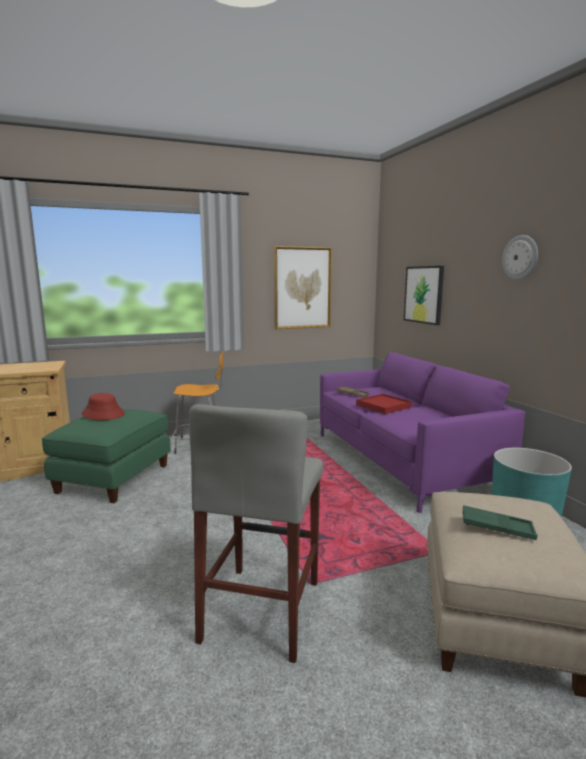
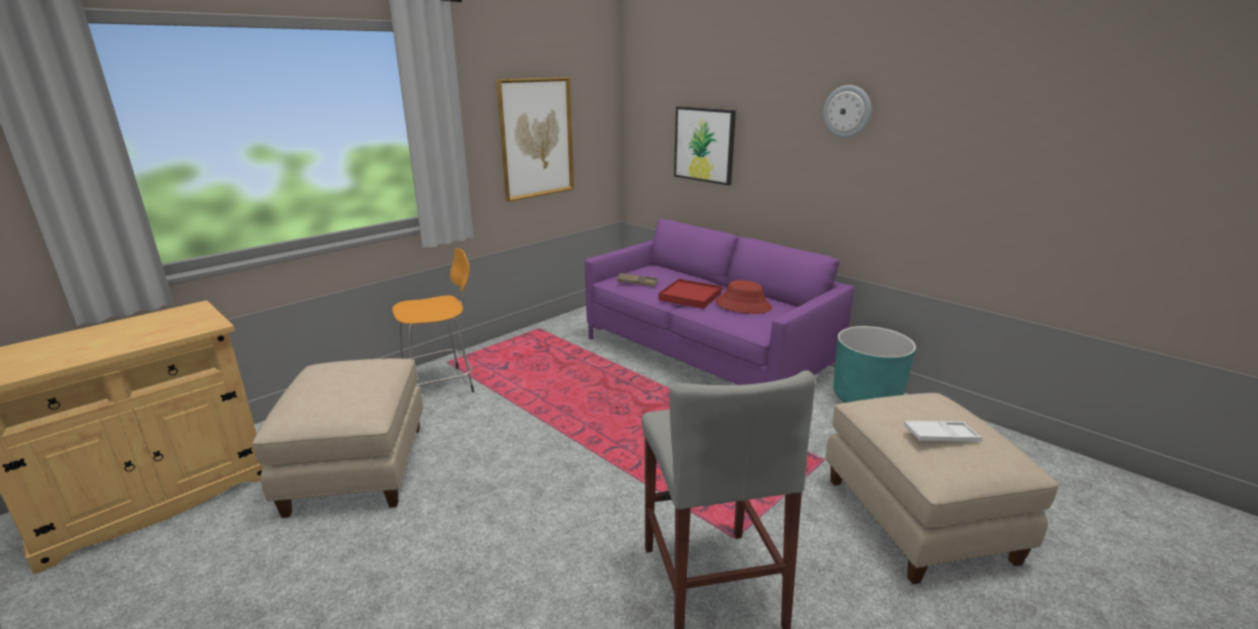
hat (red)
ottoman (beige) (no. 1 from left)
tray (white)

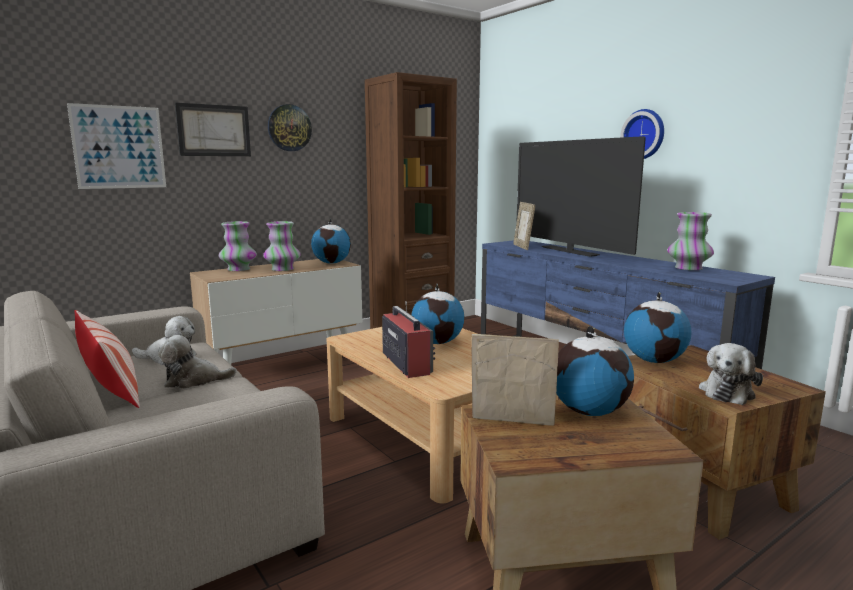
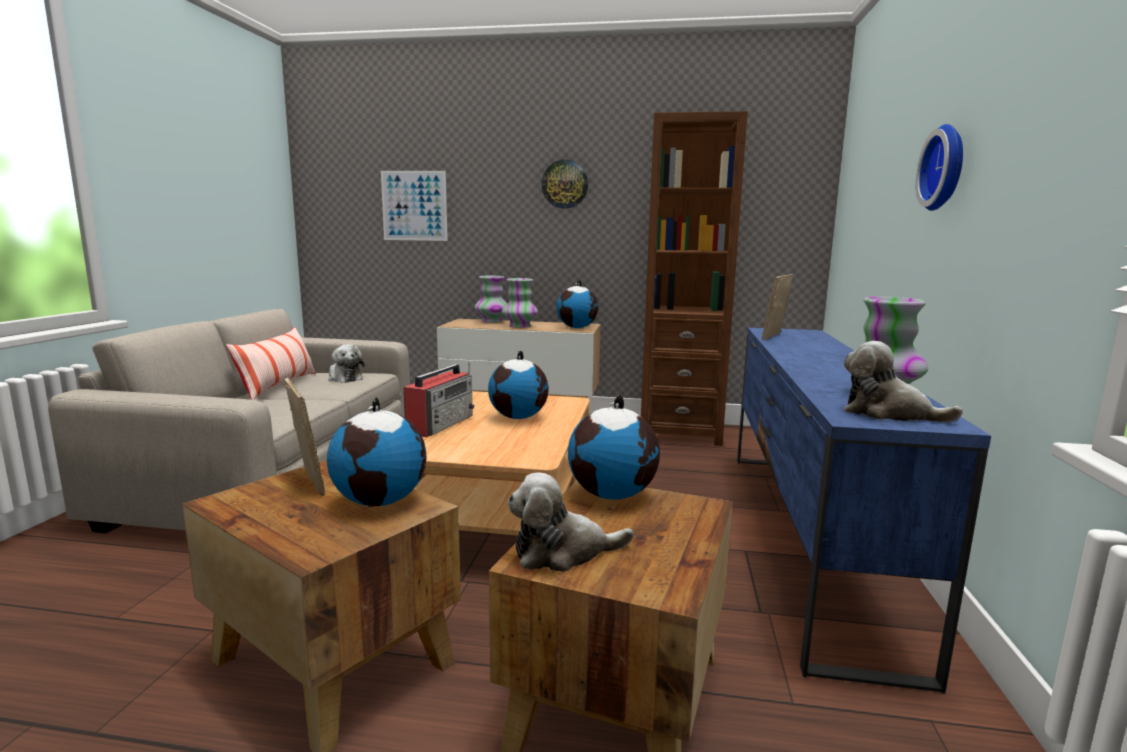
picture (no. 2 from left in the first image)
television
plush toy (no. 3 from left)

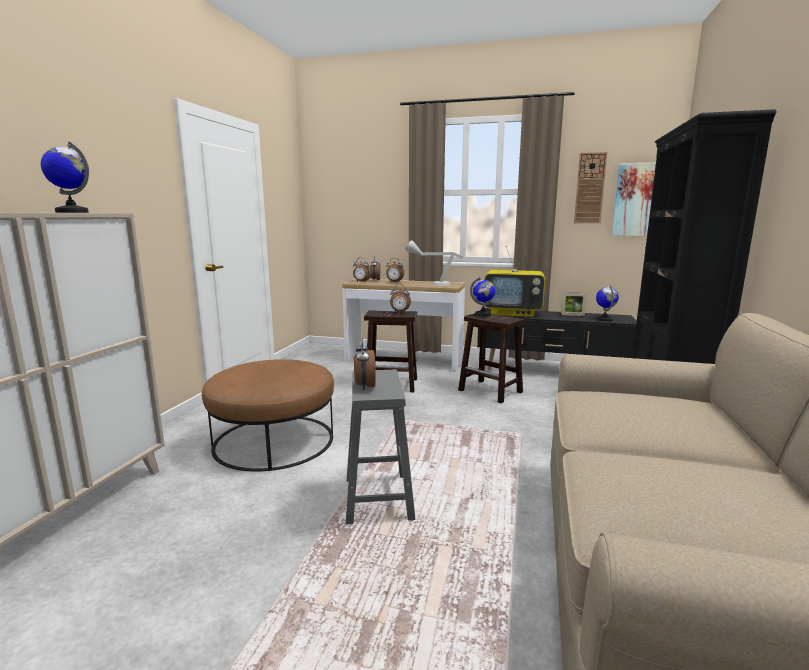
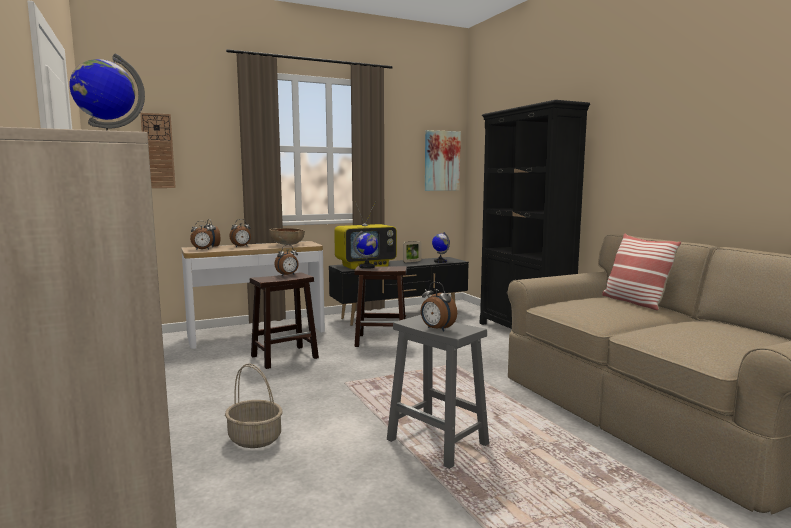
pillow
wall clock
basket
bowl (brown)

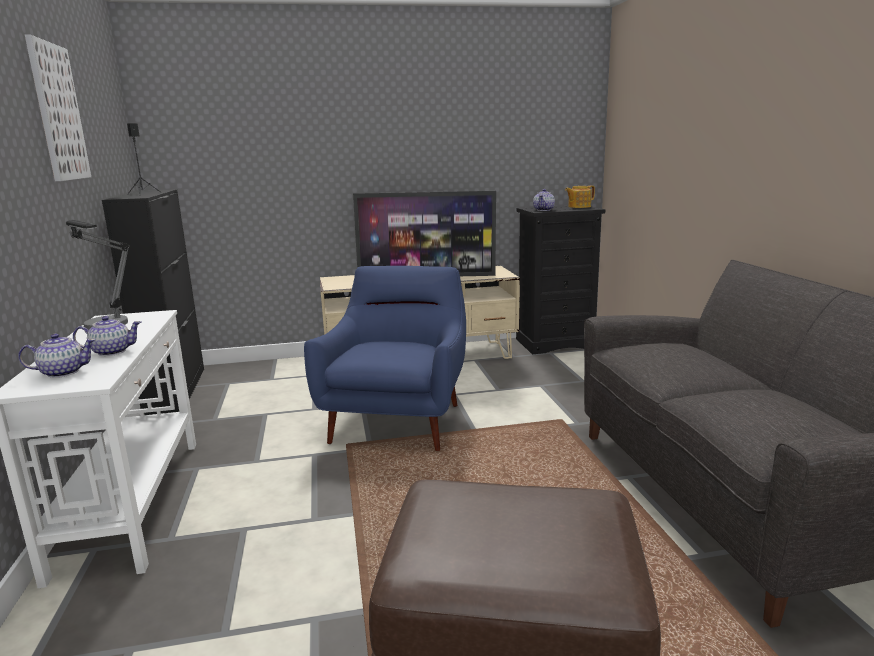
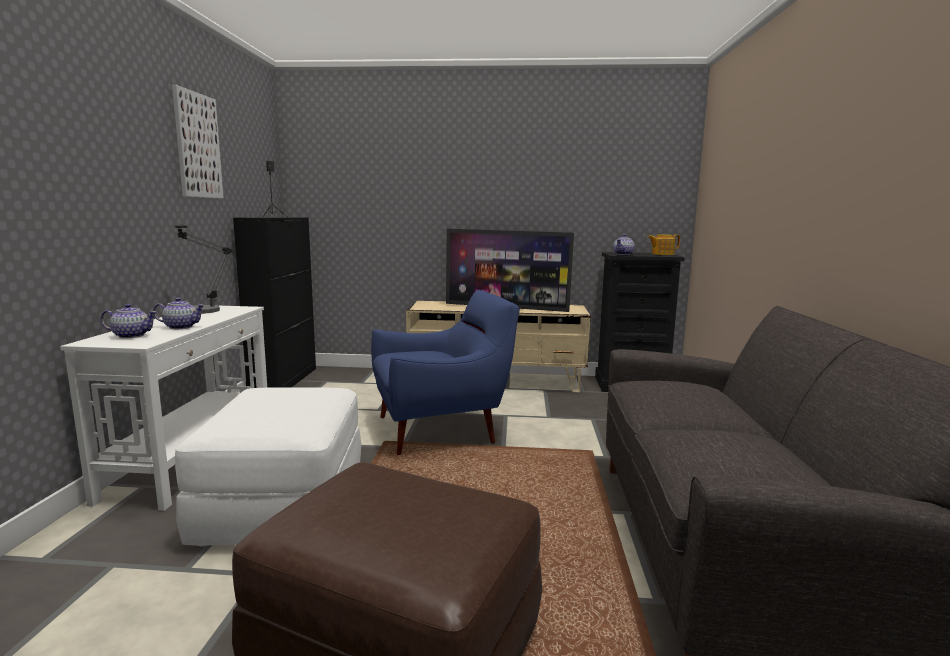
ottoman (white)
armchair (blue)

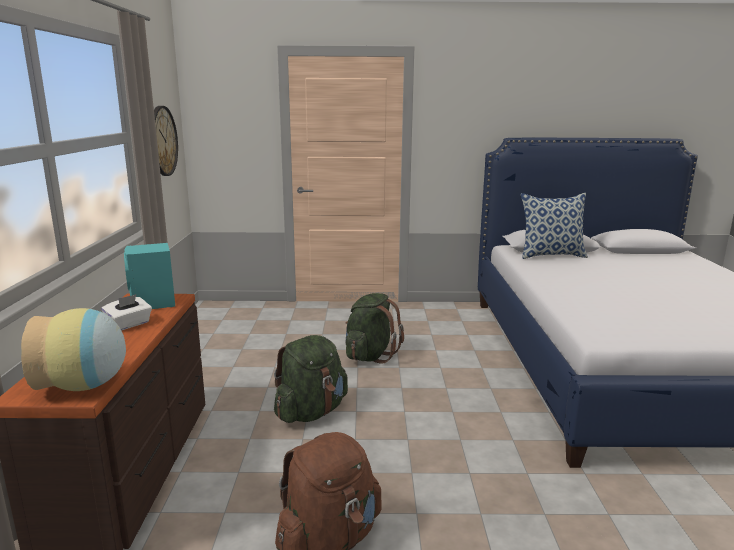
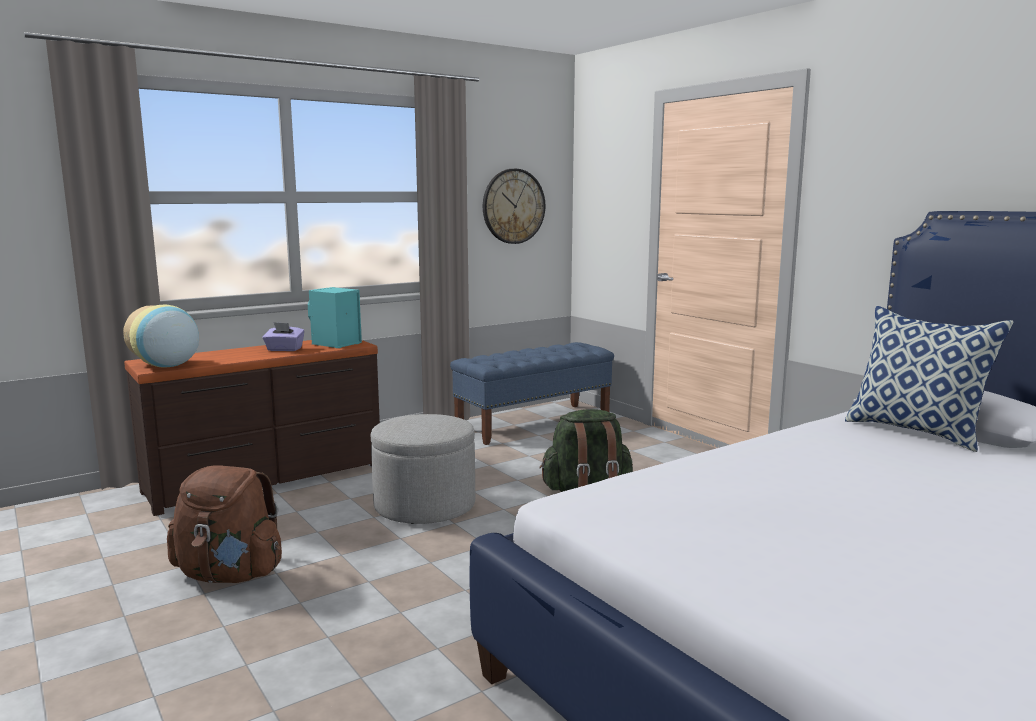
bench (blue)
ottoman (grey)
tissue box (purple)

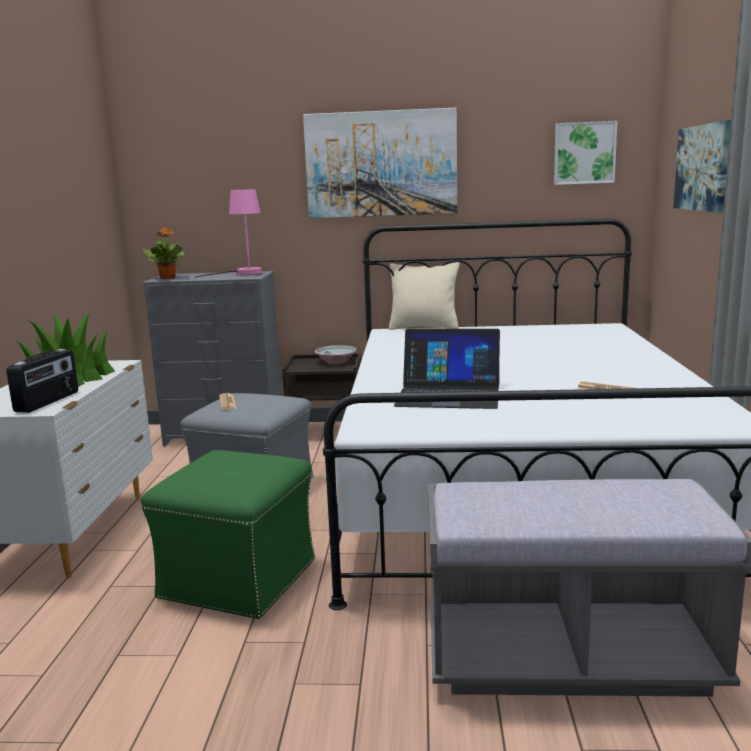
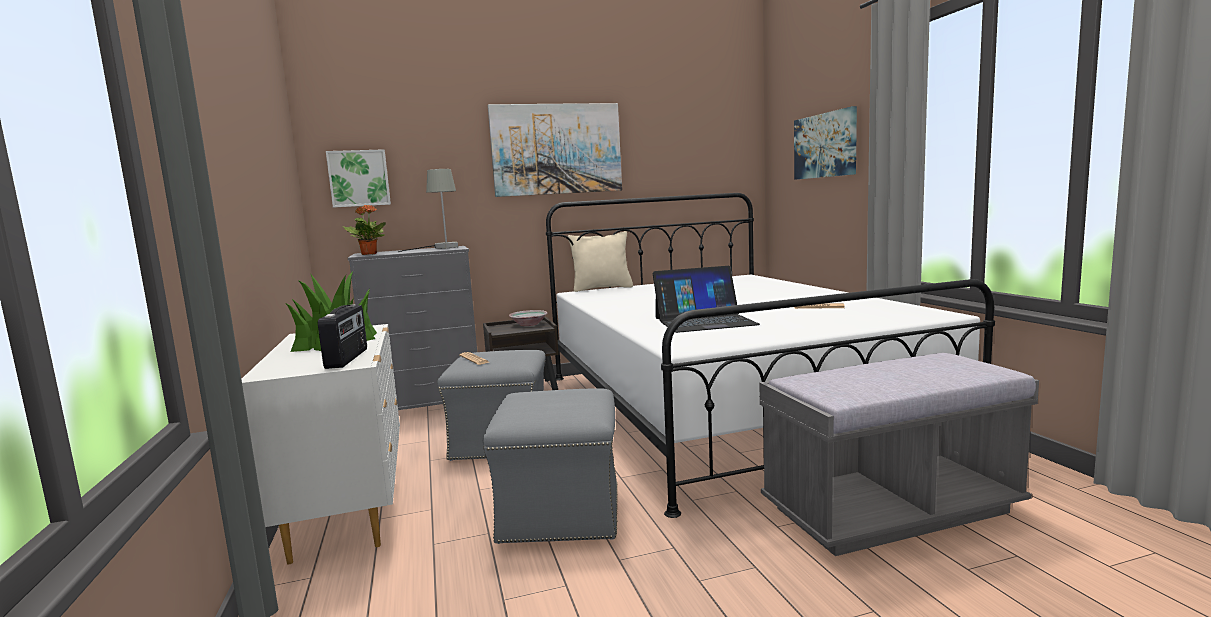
picture (no. 1 from left)
ottoman (grey) (no. 2 from left)
table lamp (grey)

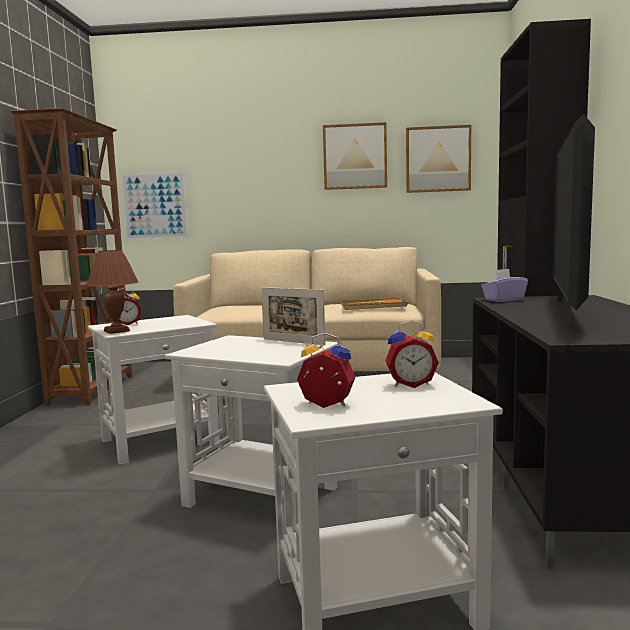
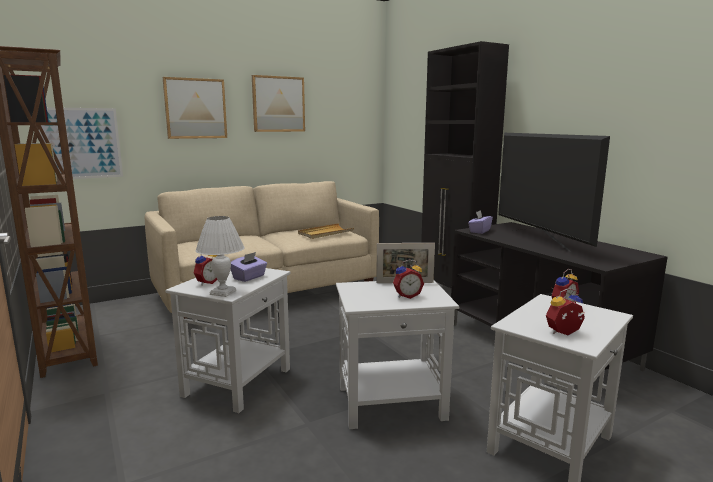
tissue box (purple) (no. 1 from left)
alarm clock (no. 2 from left)
picture (no. 2 from left)
table lamp (white)

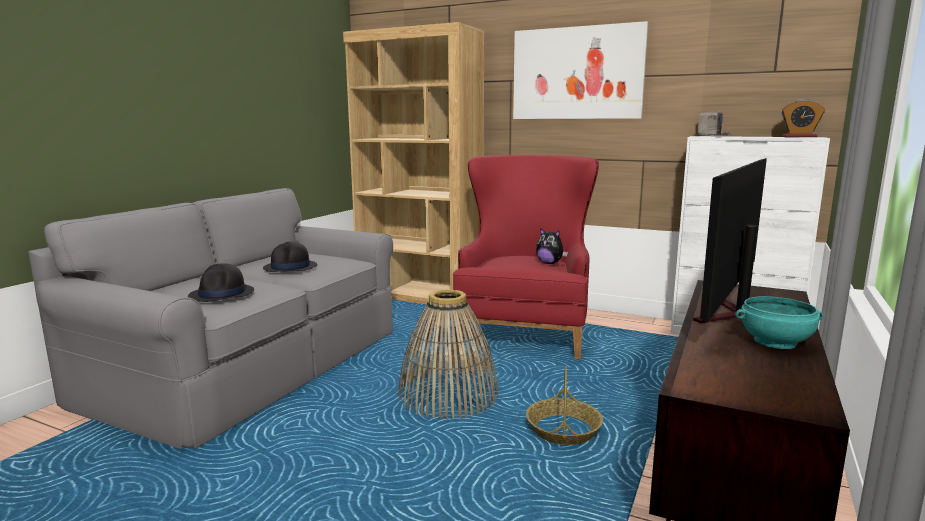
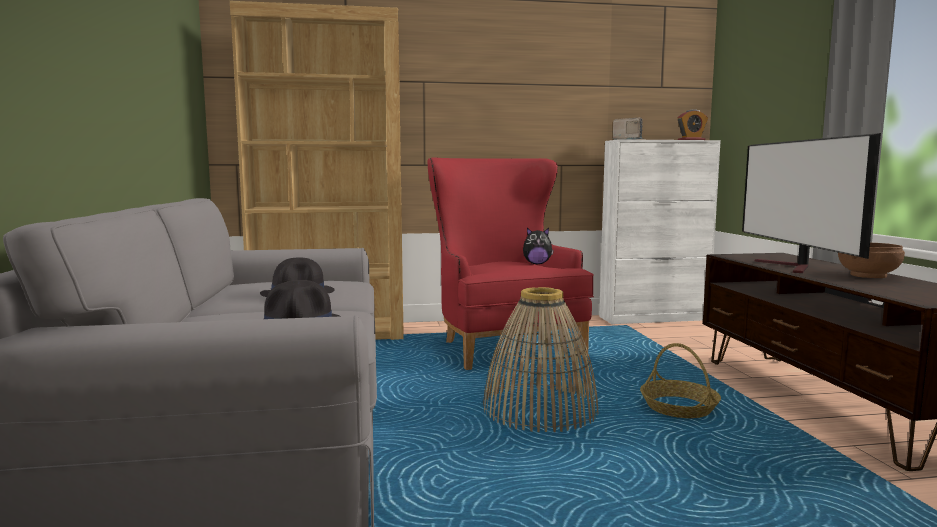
picture
bowl (brown)

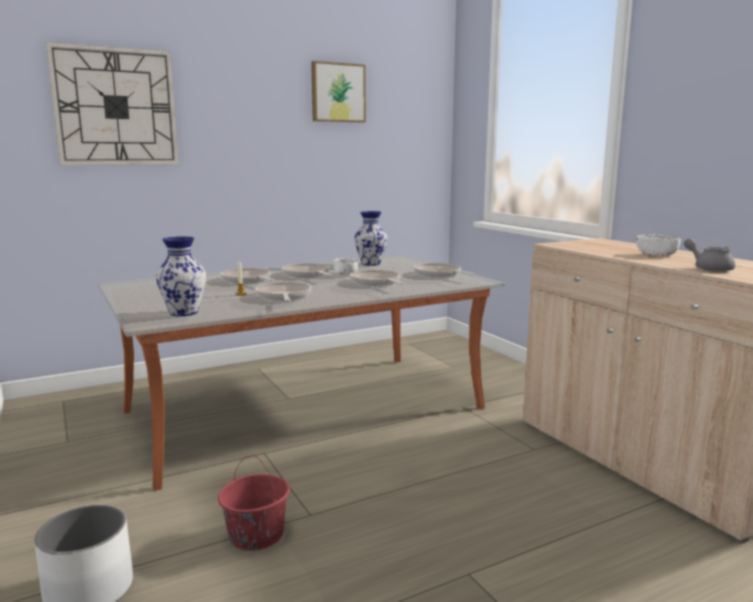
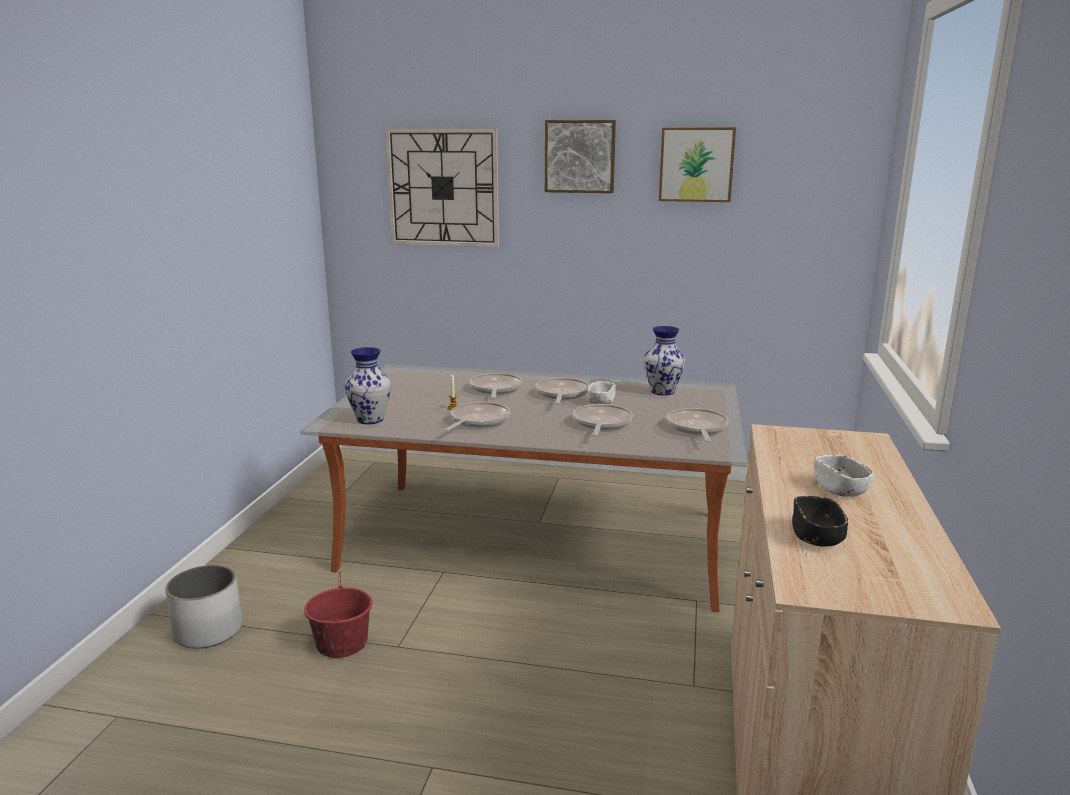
picture (no. 1 from left)
bowl (black)

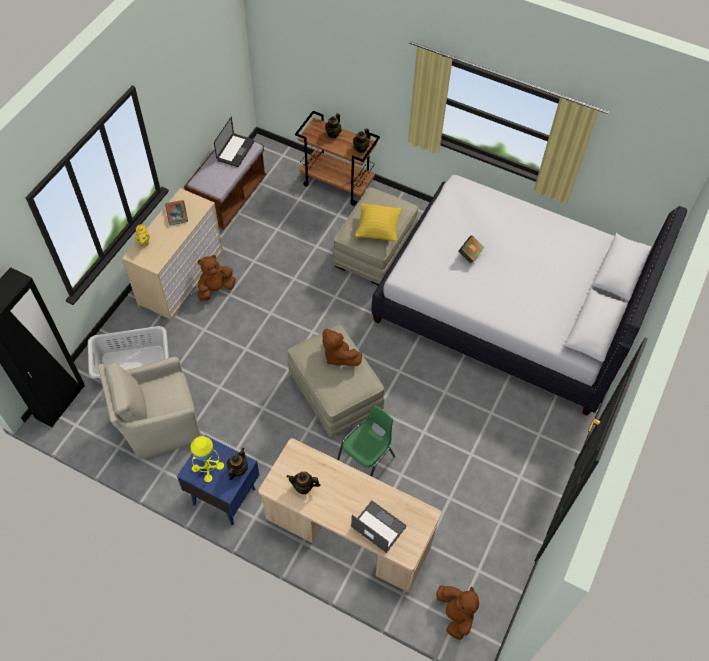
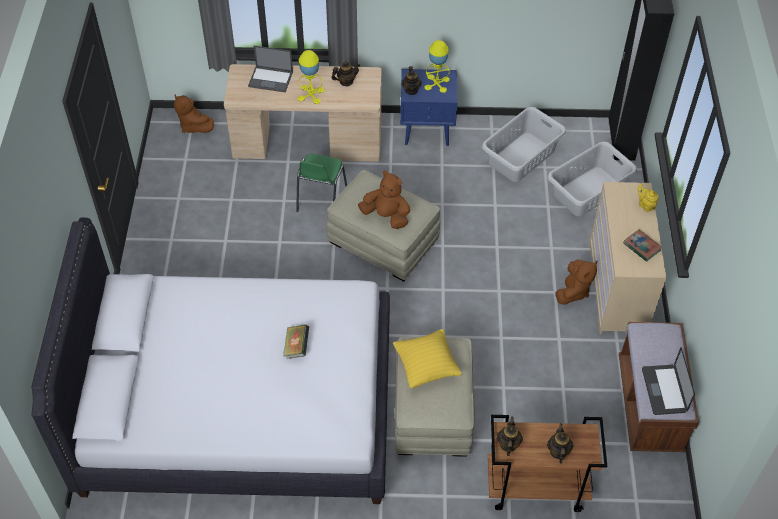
table lamp (yellow) (no. 1 from left)
laundry basket (grey) (no. 1 from left)

